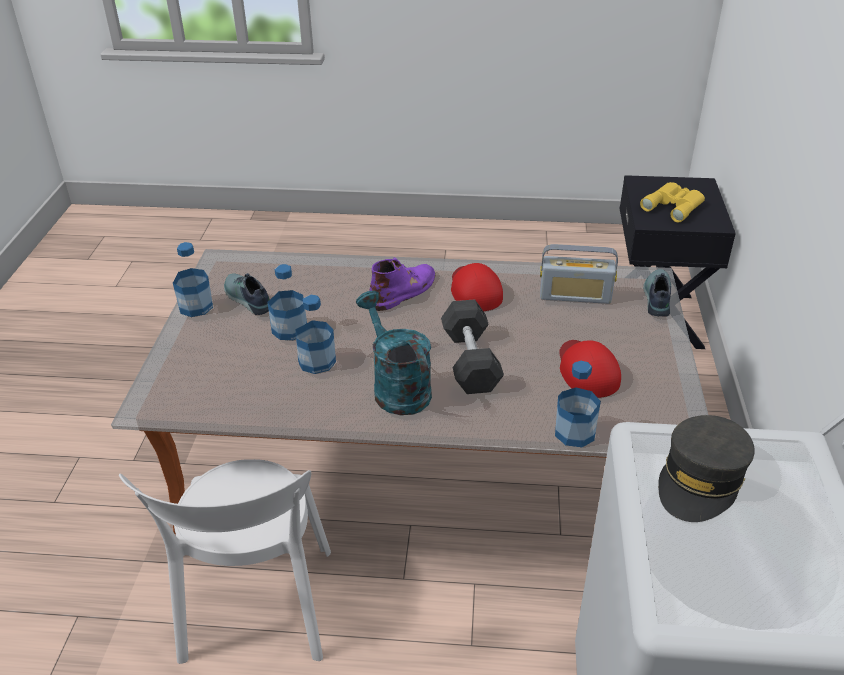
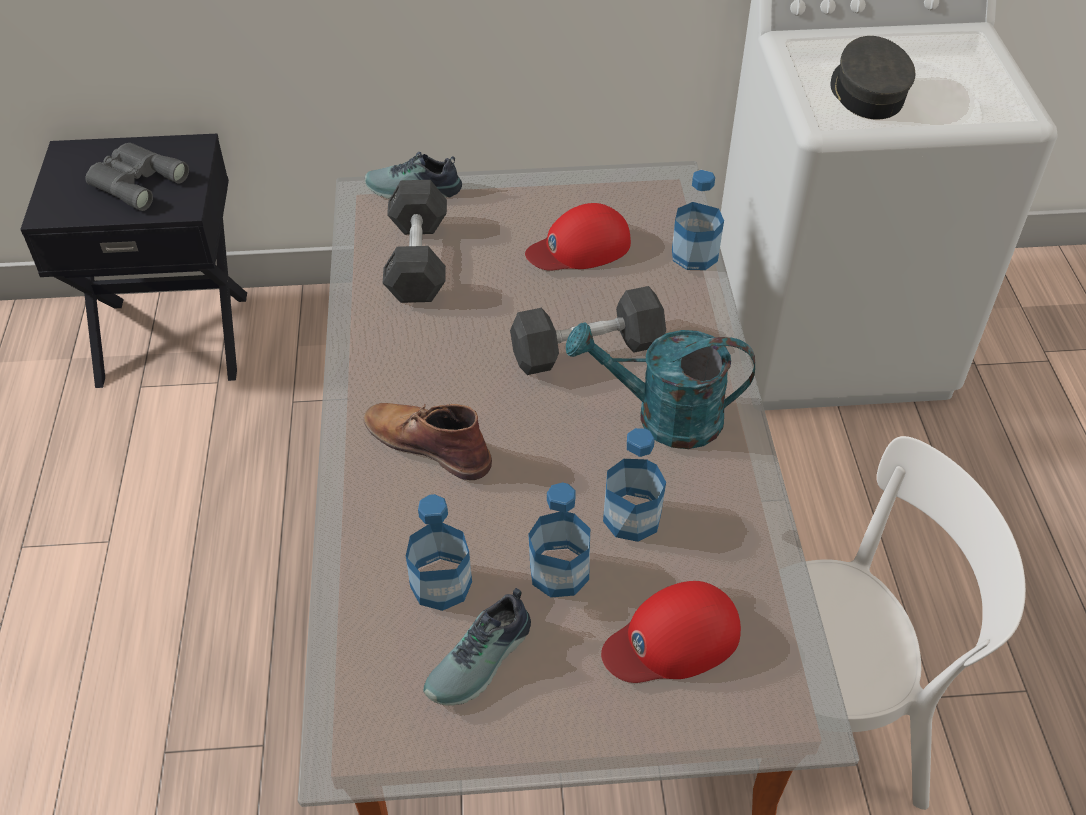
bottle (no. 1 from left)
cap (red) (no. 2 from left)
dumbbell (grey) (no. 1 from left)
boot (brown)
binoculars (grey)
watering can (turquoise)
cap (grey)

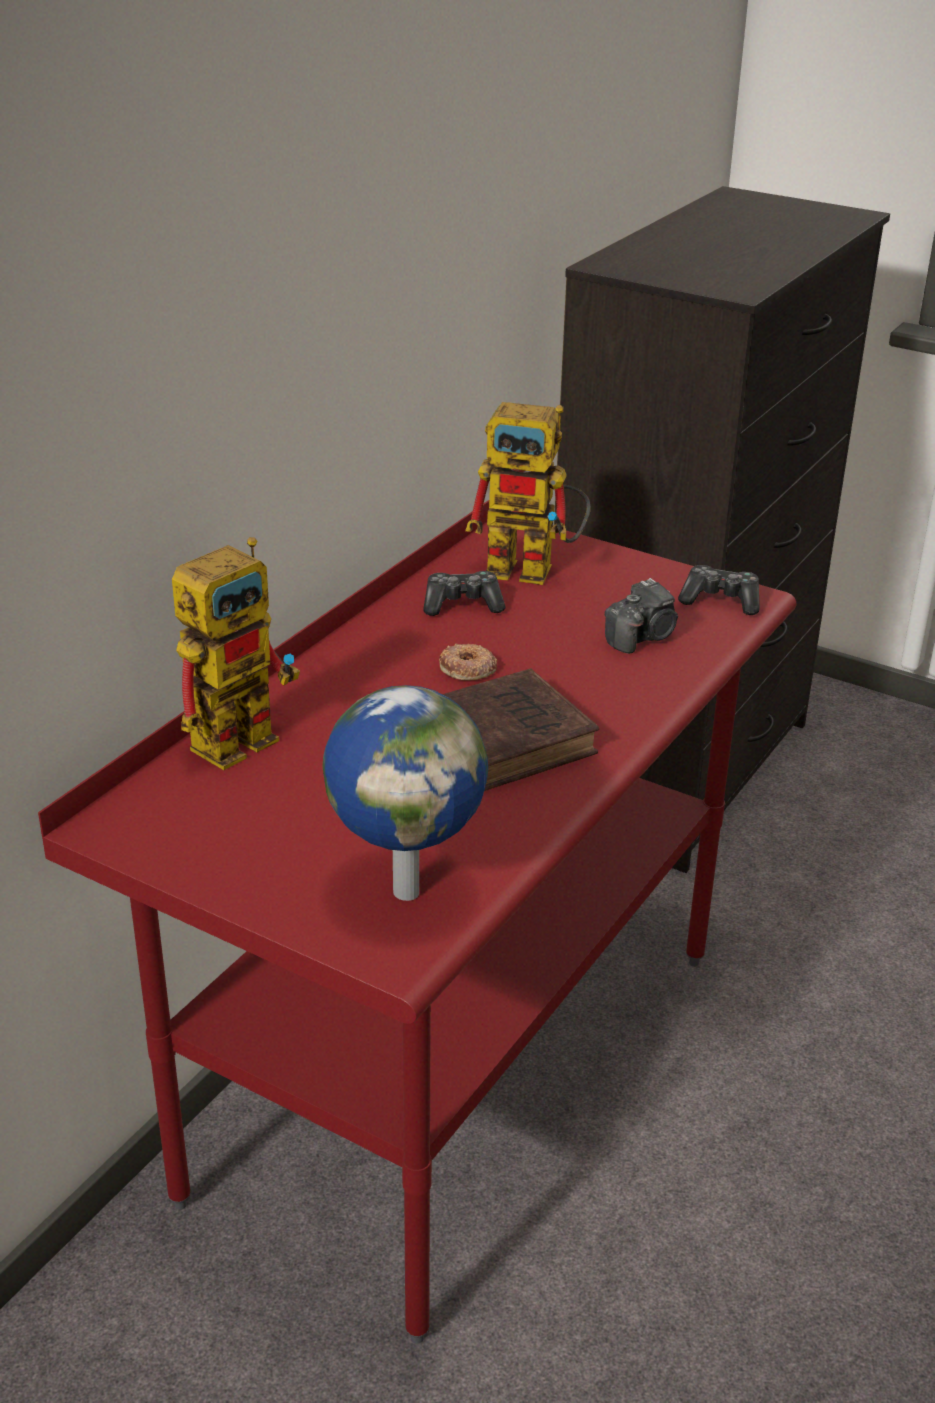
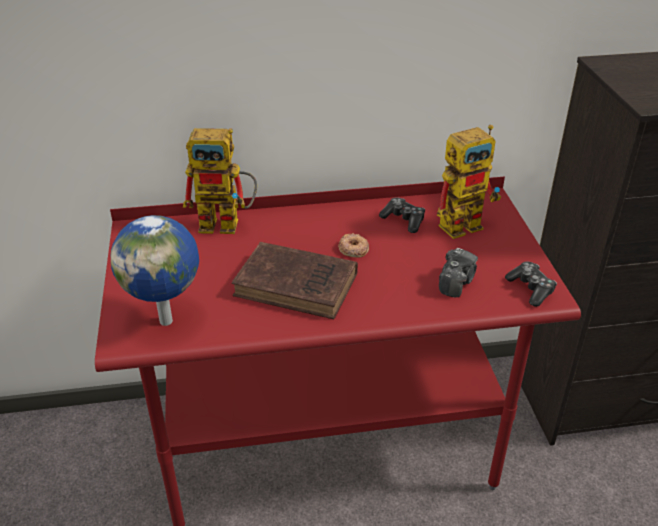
toy robot (no. 2 from left)
photo camera

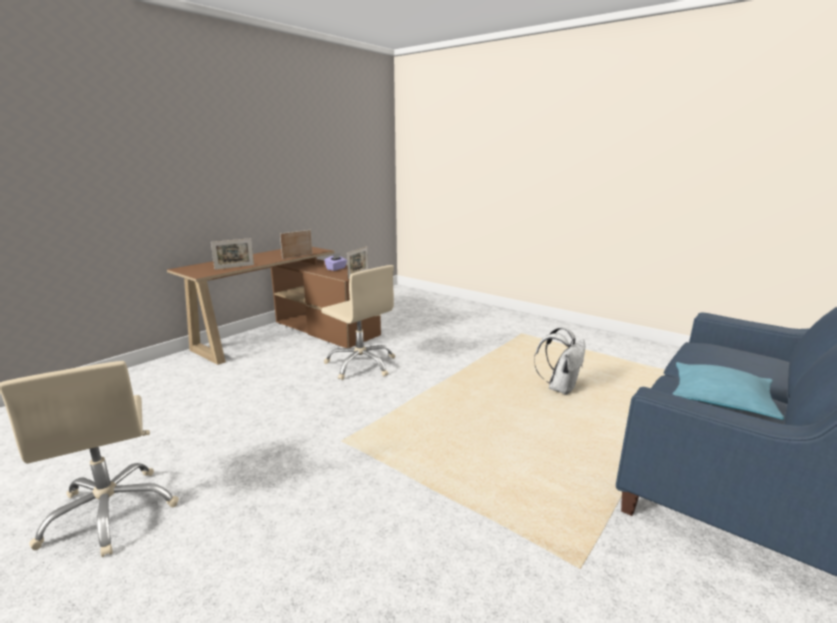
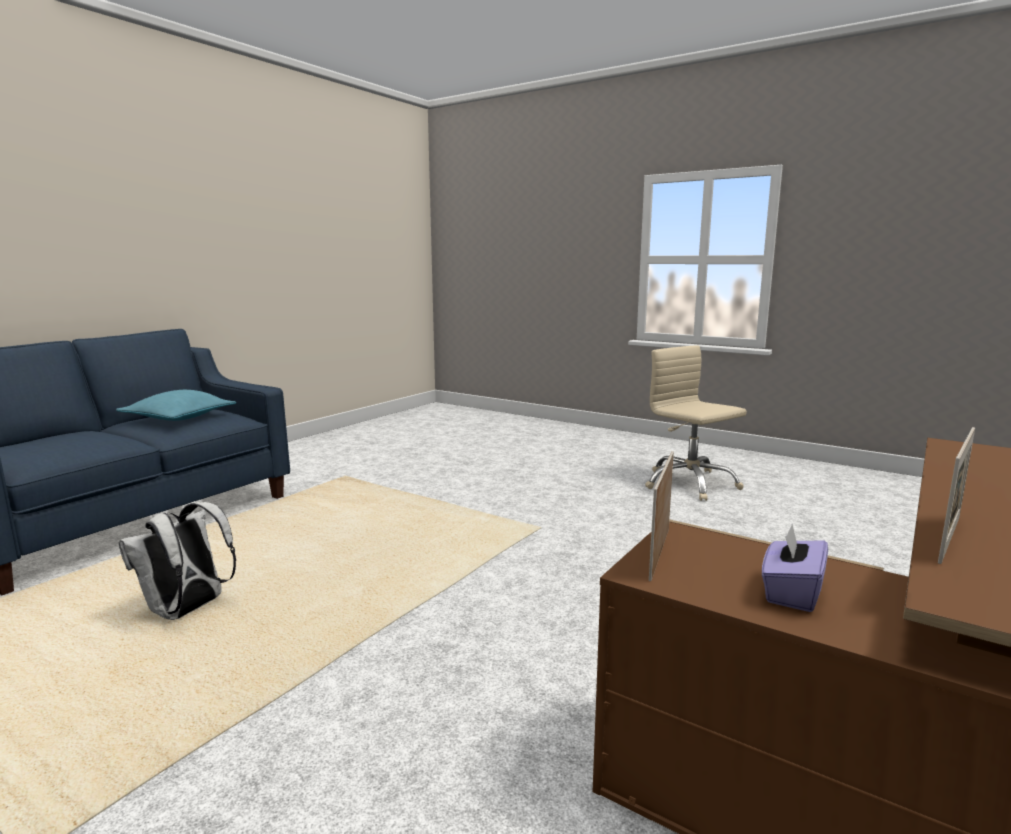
picture frame (no. 1 from left in the first image)
office chair (beige) (no. 2 from left in the first image)

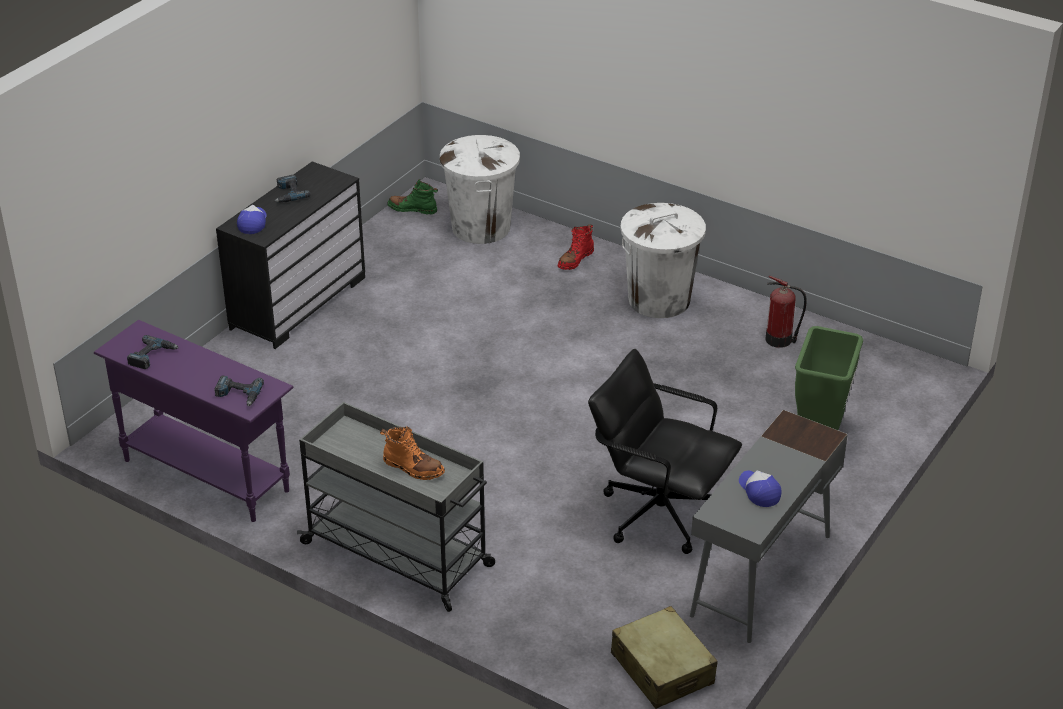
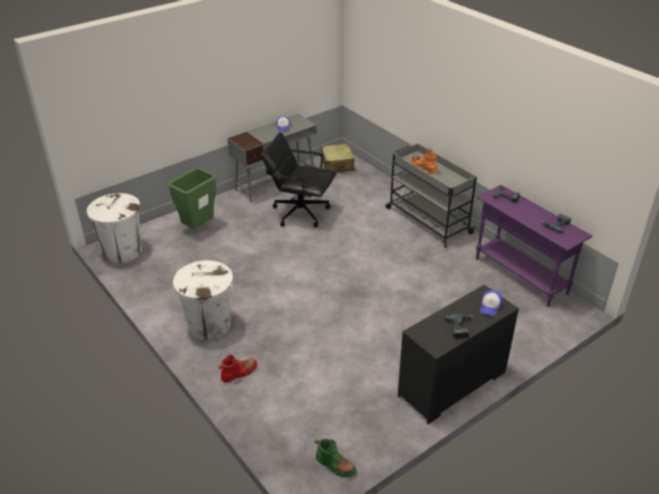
fire extinguisher
trash can (white) (no. 1 from left)
office chair (black)

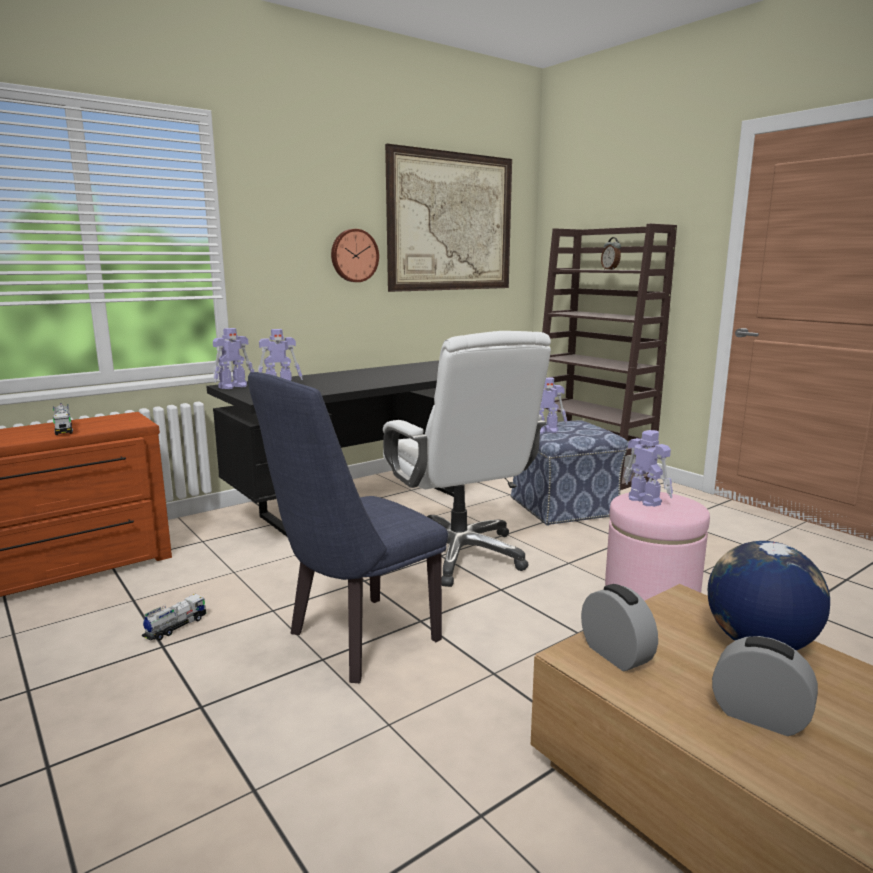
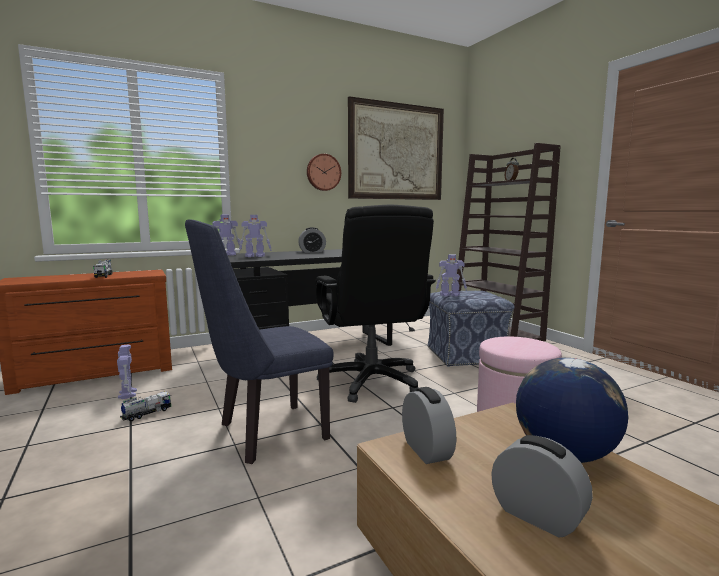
alarm clock (no. 1 from left)
toy robot (no. 1 from left)
office chair (black)

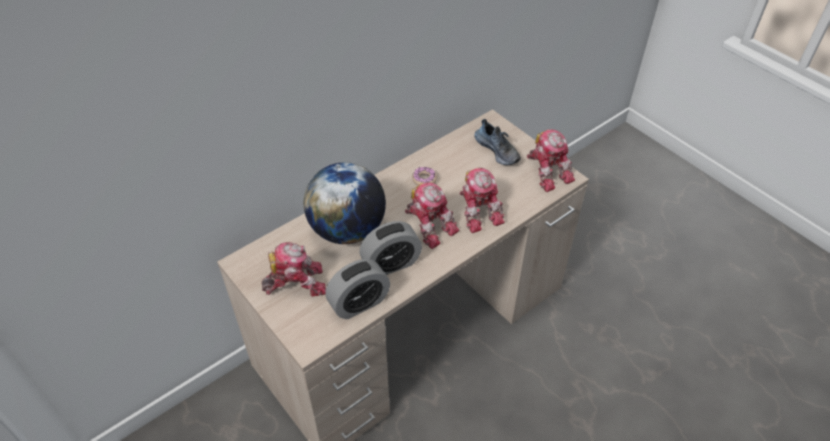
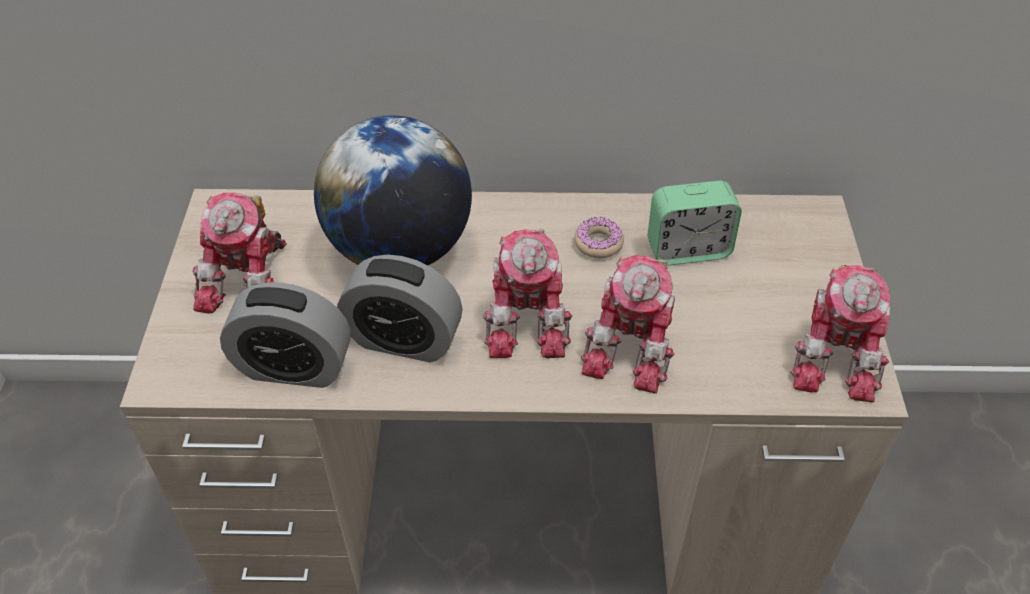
shoe
alarm clock (no. 3 from left)
toy robot (no. 1 from left)

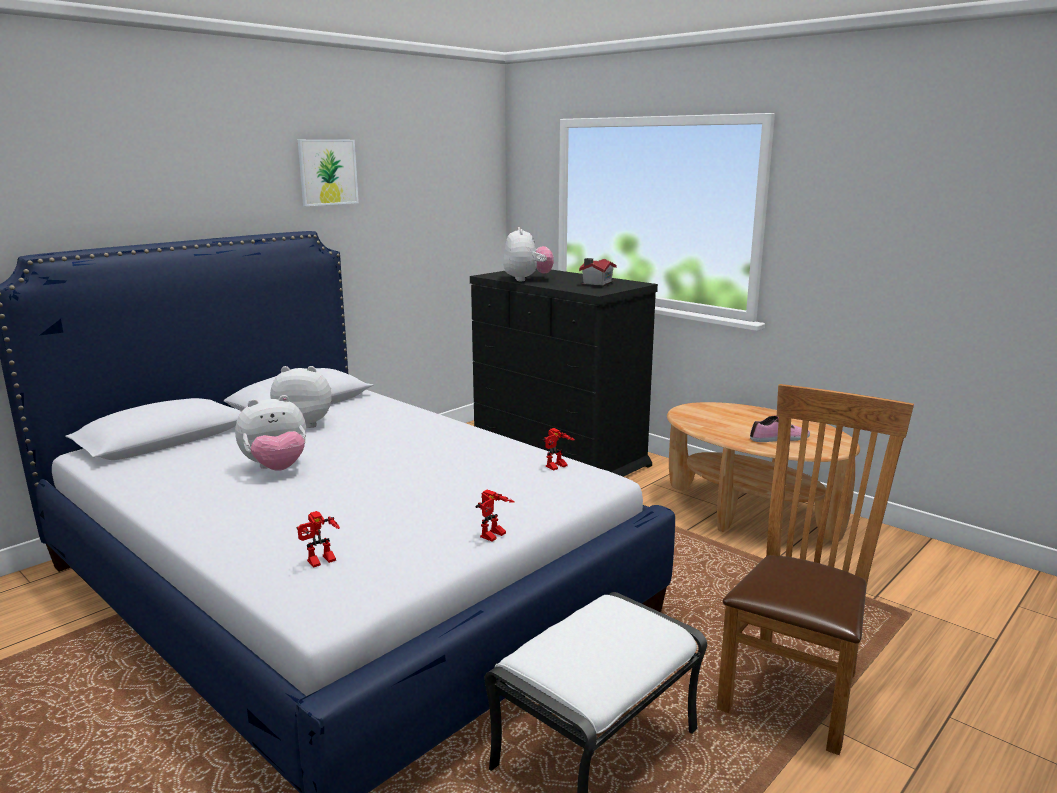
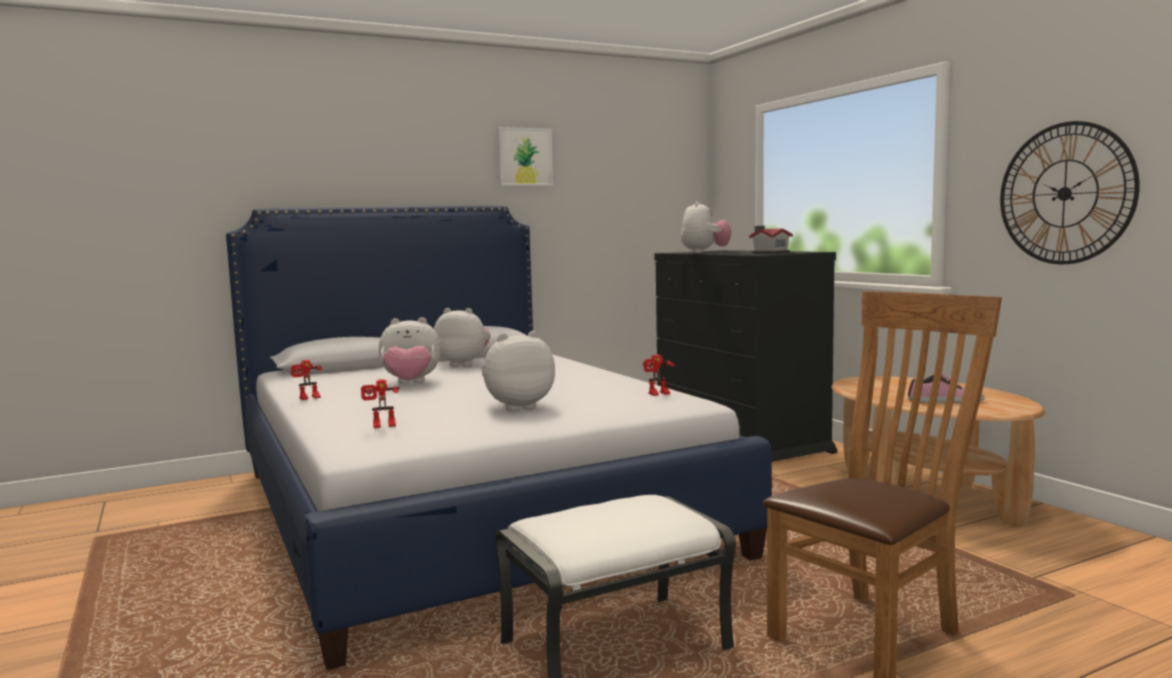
plush toy (no. 3 from left)
wall clock
toy robot (no. 1 from left)

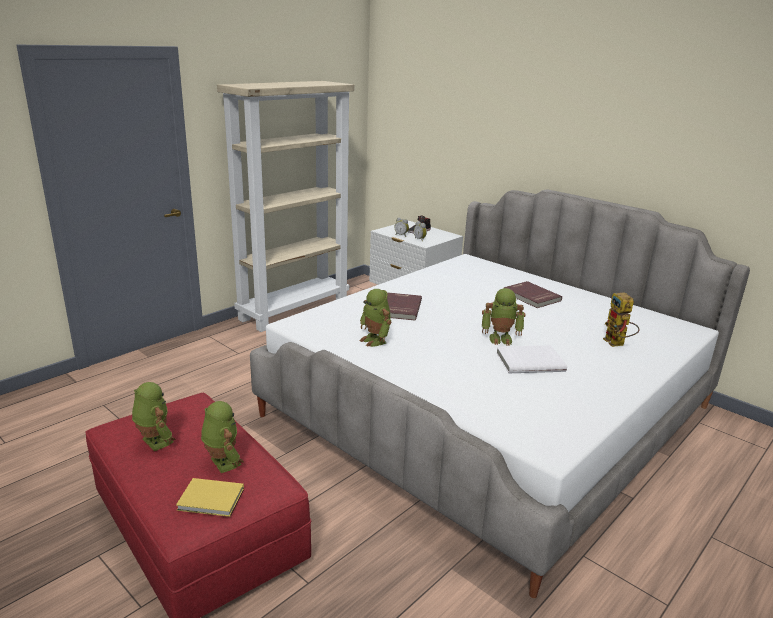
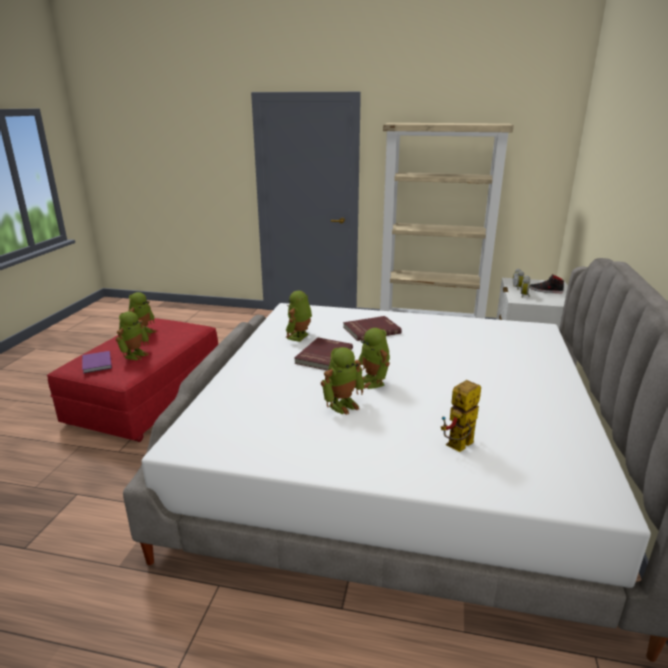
book (red) (no. 1 from left)
toy robot (no. 4 from left)
book (purple)

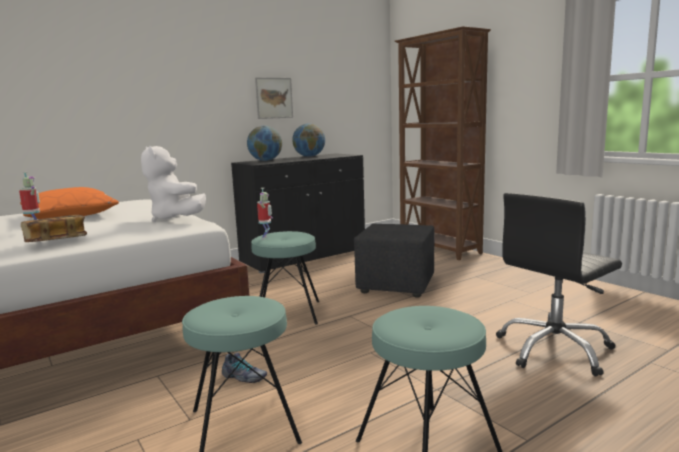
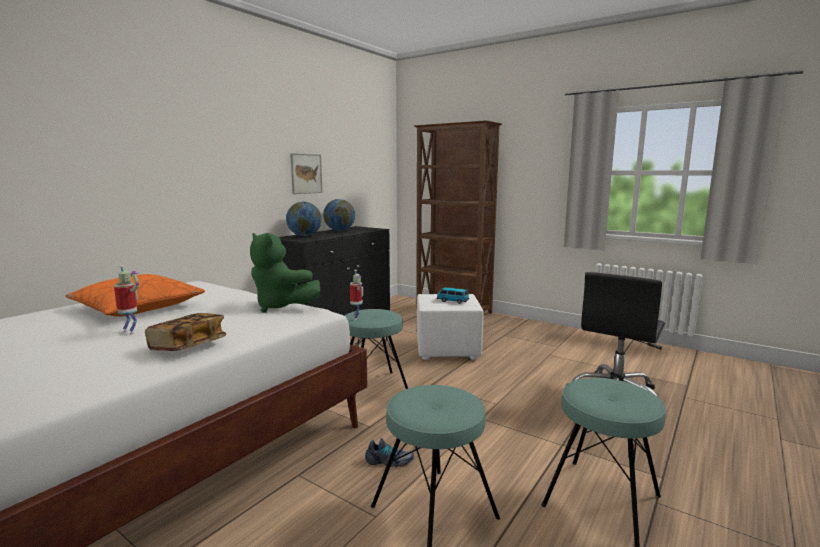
toy car
plush toy (green)
ottoman (white)

